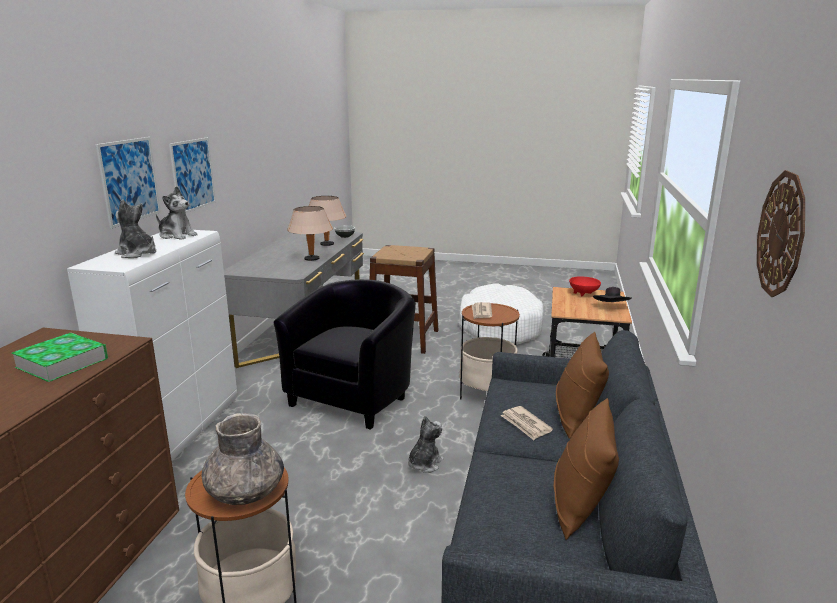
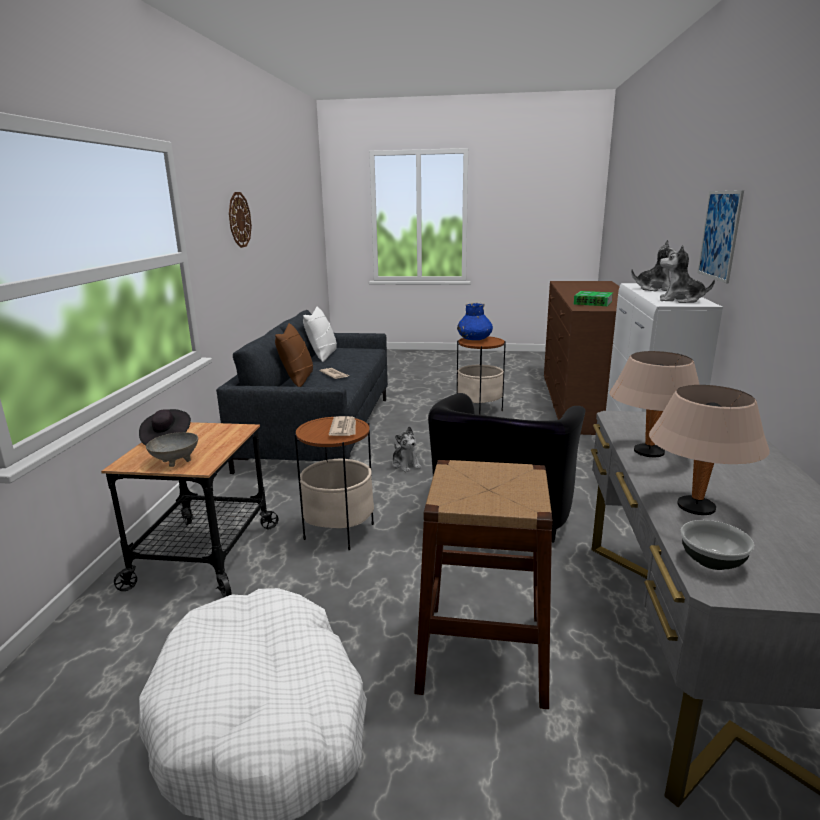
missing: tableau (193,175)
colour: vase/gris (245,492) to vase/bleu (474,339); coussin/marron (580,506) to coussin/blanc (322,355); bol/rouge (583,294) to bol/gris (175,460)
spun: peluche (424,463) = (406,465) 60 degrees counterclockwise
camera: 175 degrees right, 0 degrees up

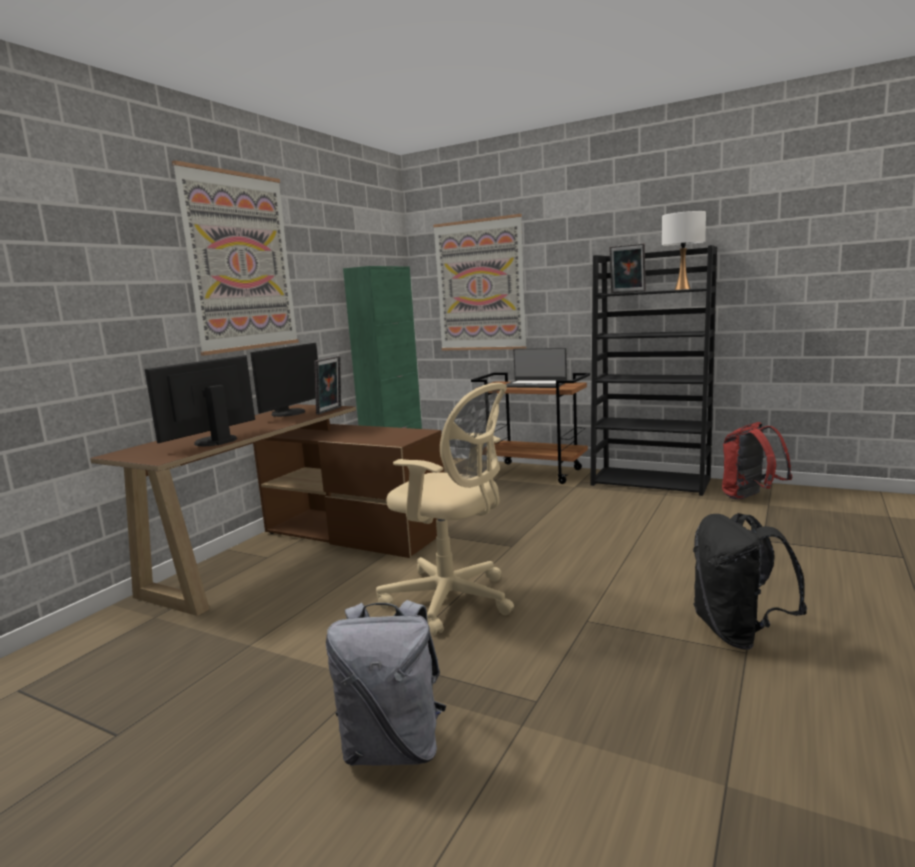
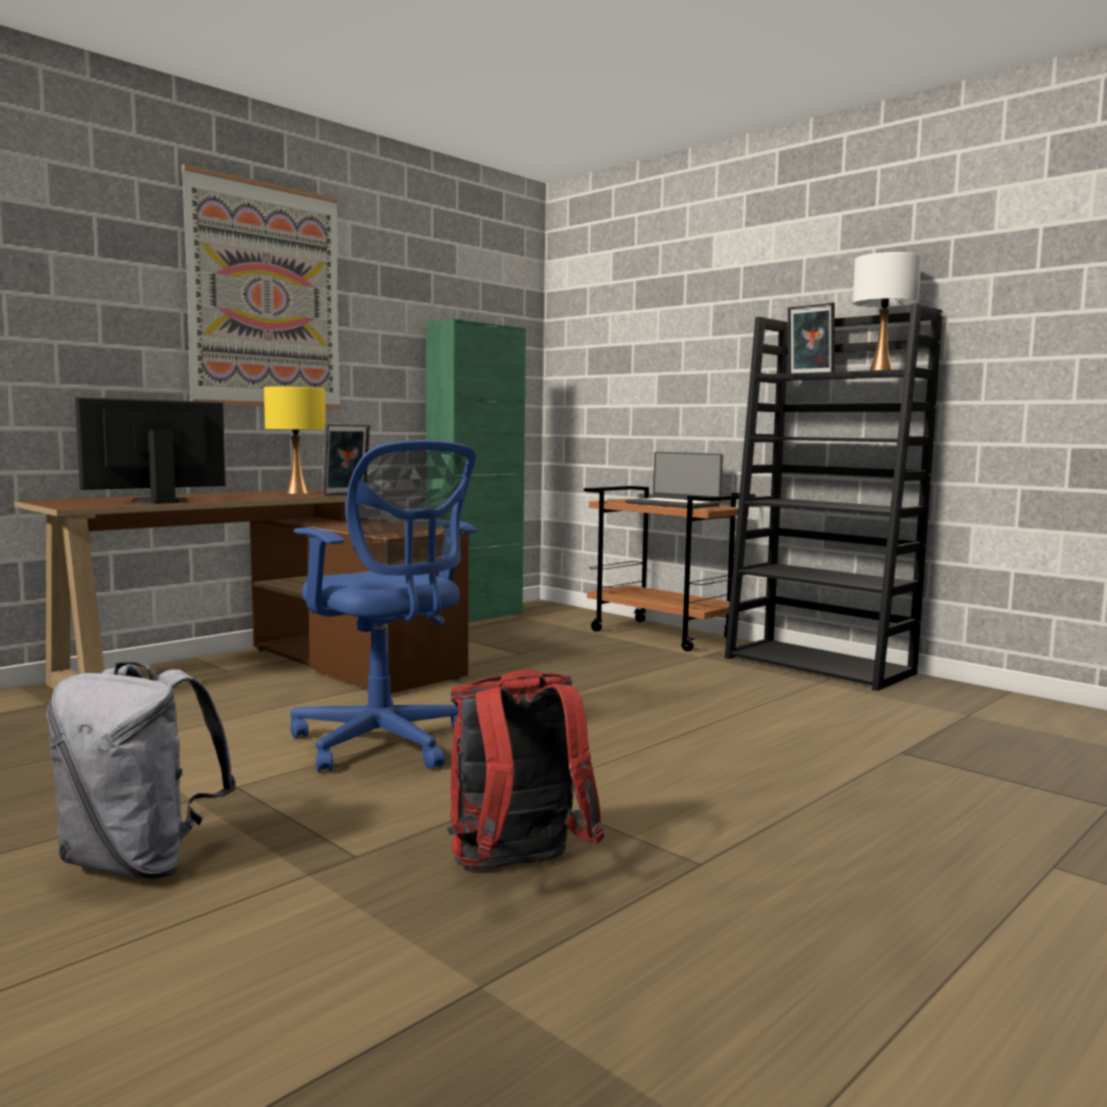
missing: tableau (480,286); sac à dos/noir (738,633)
relocated: sac à dos/rouge (750,497) to (516,869)
exchanged: écran d'ordinateur (290,413) to lampe de table/jaune (297,493)
colour: chaise de bureau/beige (453,601) to chaise de bureau/bleu (385,745)
camera: 15 degrees right, 5 degrees down

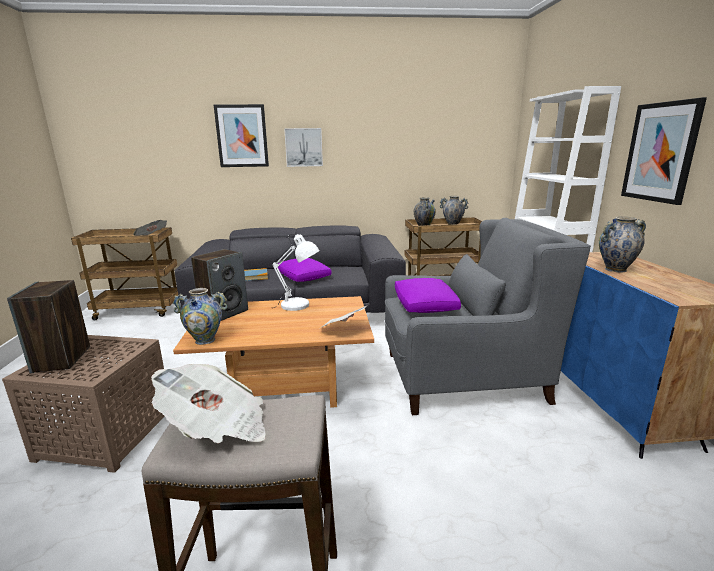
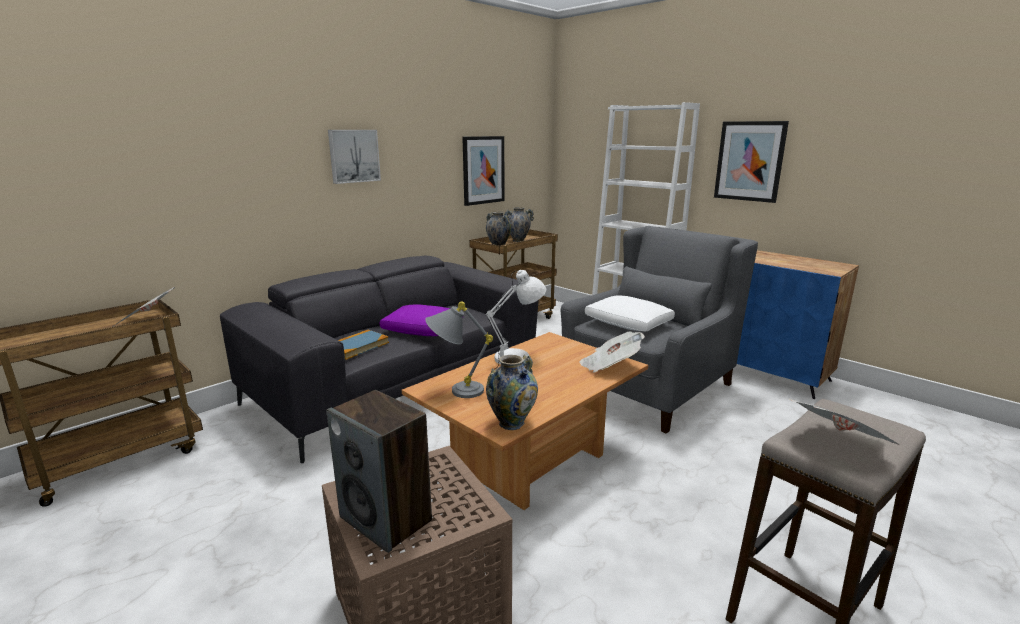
missing: vase (615,269)
relocated: tableau (242,136) to (483,170)
exchanged: enceinte (224,313) to lampe de table/gris (455,391)
colour: coussin/violet (425,305) to coussin/blanc (629,324)
camera: 40 degrees left, 0 degrees up

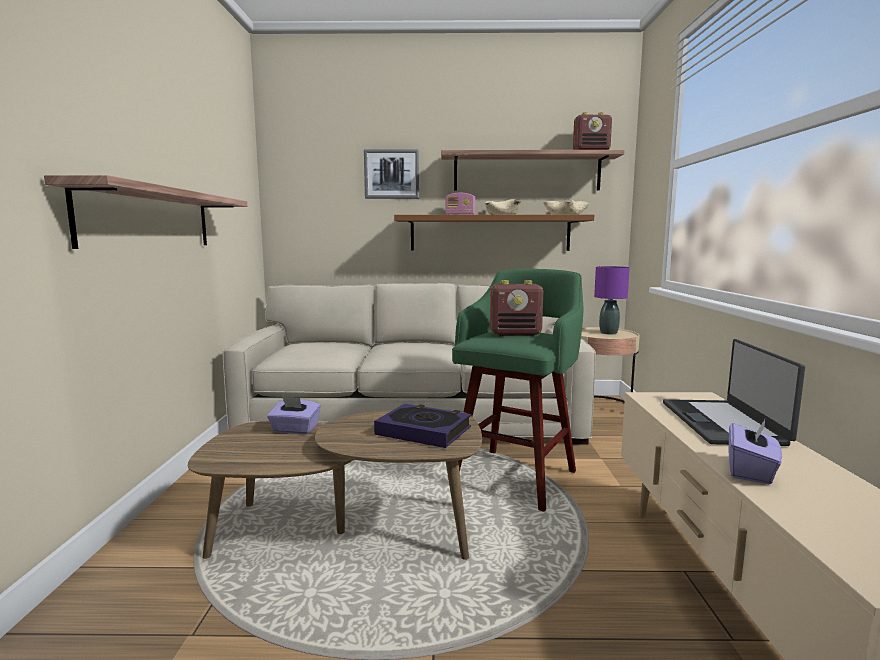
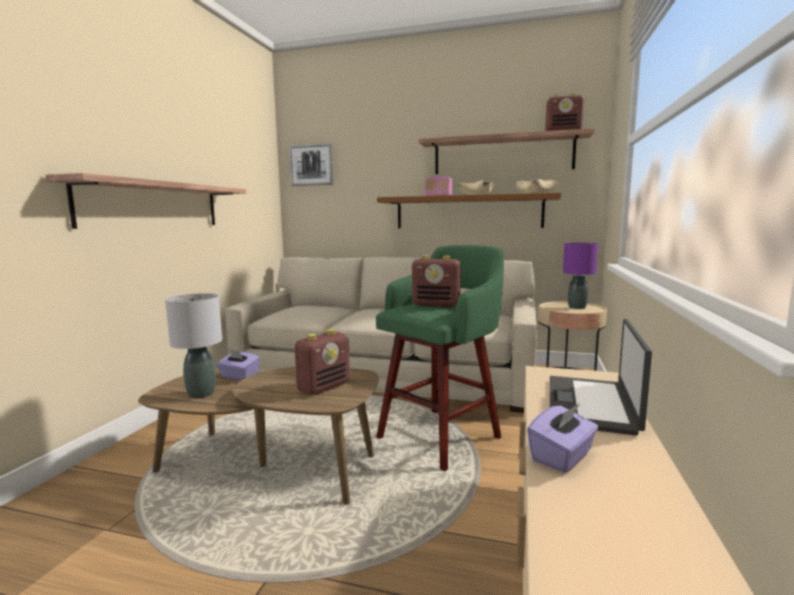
appeared: lampe de table/gris (202,394)
relocated: tableau (391,174) to (312,165)
exchanged: livre (423,431) to radio (324,387)
camera: 15 degrees right, 0 degrees up

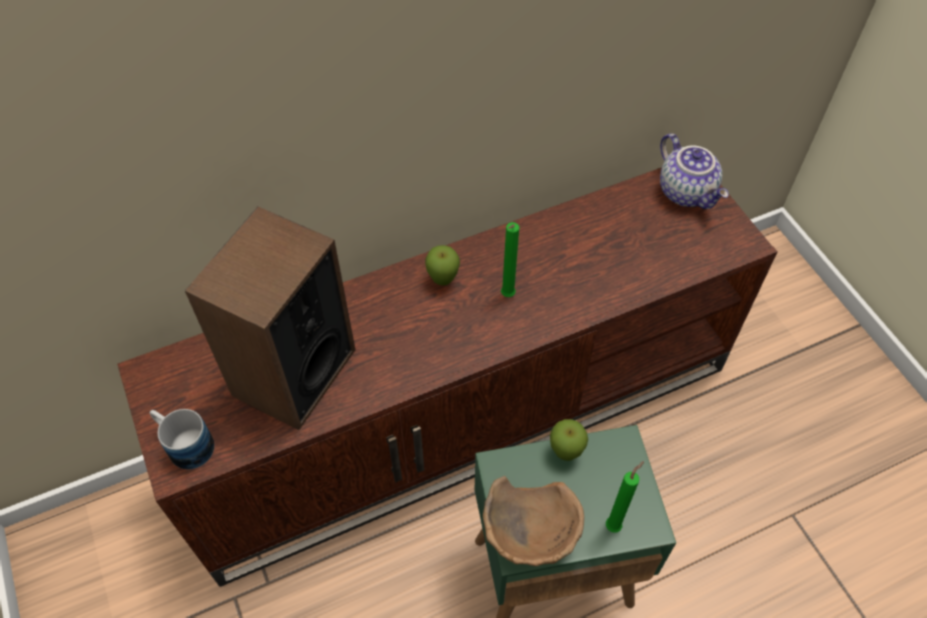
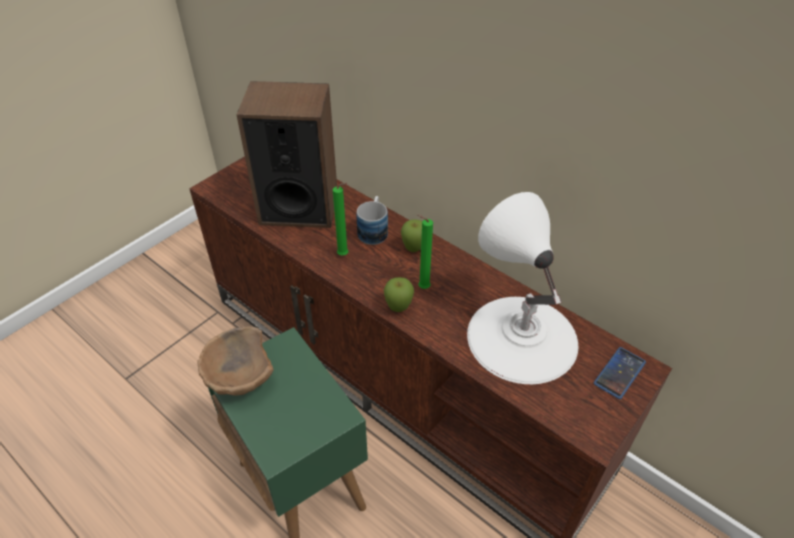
appeared: lampe de table/blanc (521,337)
relocated: mug (184,444) to (374,230); pomme (565,452) to (398,309); bougie/vert (615,525) to (344,255)
exchanged: théière (687,192) to téléphone (619,373)
camera: 65 degrees right, 10 degrees down

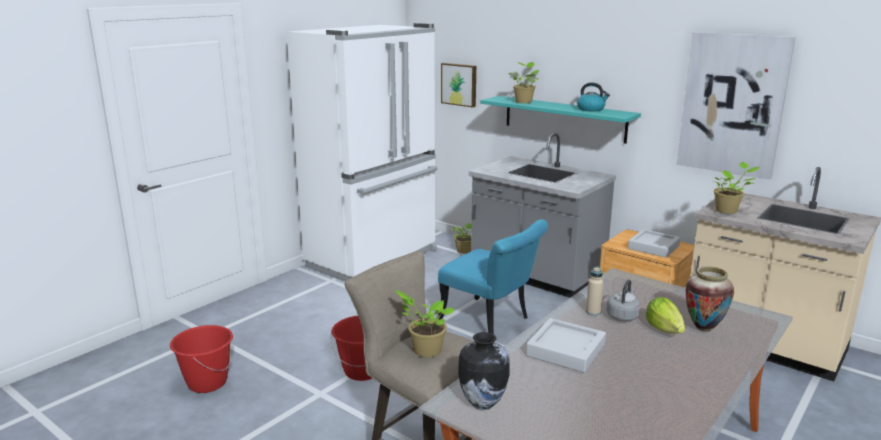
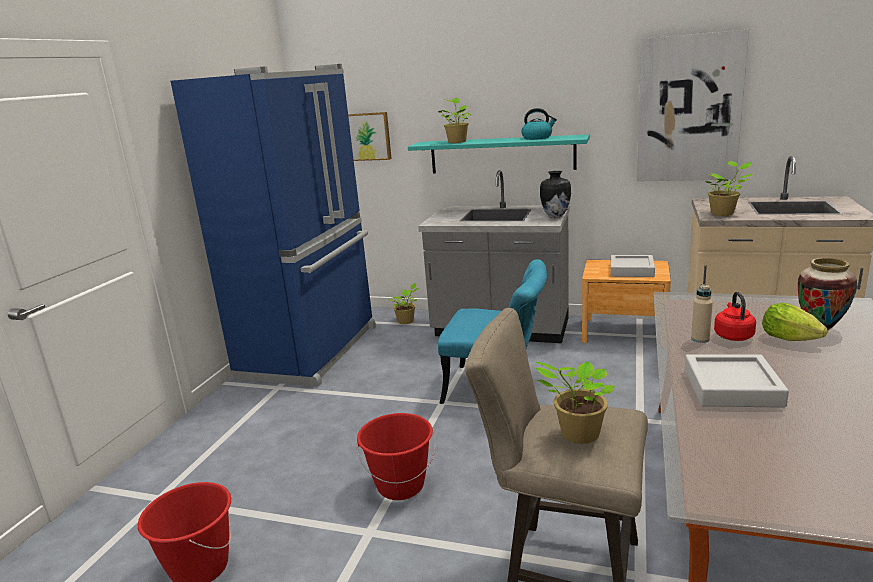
relocated: vase (482,403) to (555,216)
colour: réfrigérateur/blanc (375,259) to réfrigérateur/bleu (313,351); bouilloire/gris (623,316) to bouilloire/rouge (733,335)
camera: 20 degrees left, 0 degrees up

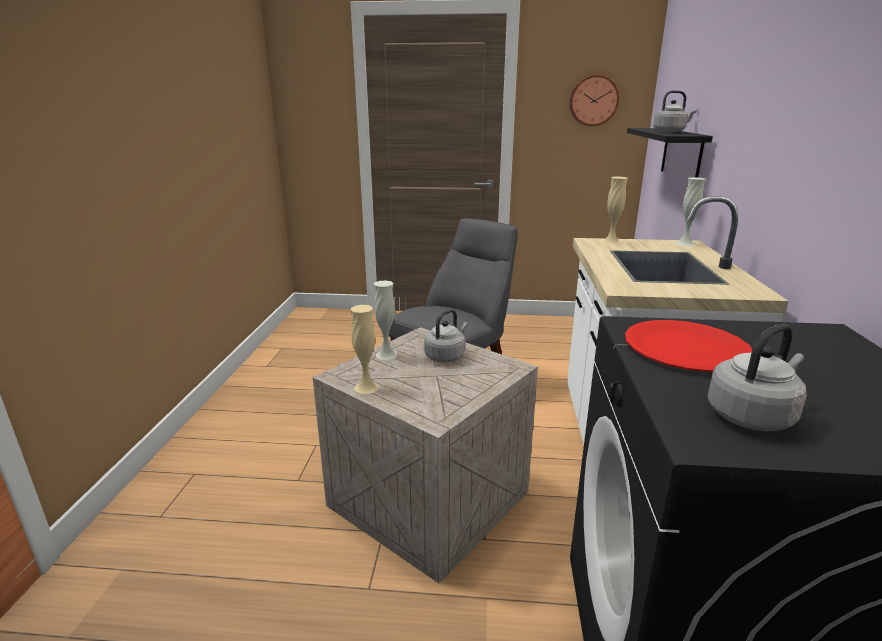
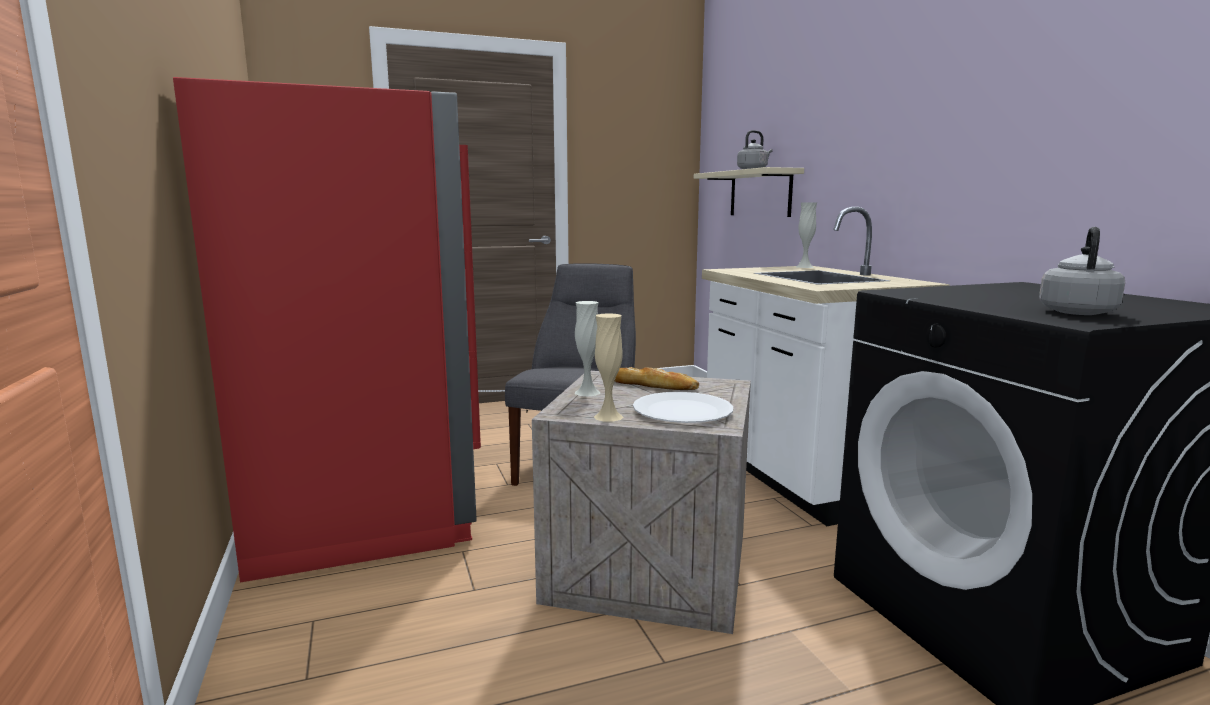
missing: horloge murale (593,100); vase/beige (611,242); assiette/rouge (686,348)
appeared: réfrigérateur/rouge (366,502); assiette/blanc (683,411)
exchanged: bouilloire/gris (446,356) to pain (652,385)
colour: étagère/noir (681,154) to étagère/beige (760,193)
camera: 25 degrees left, 10 degrees down

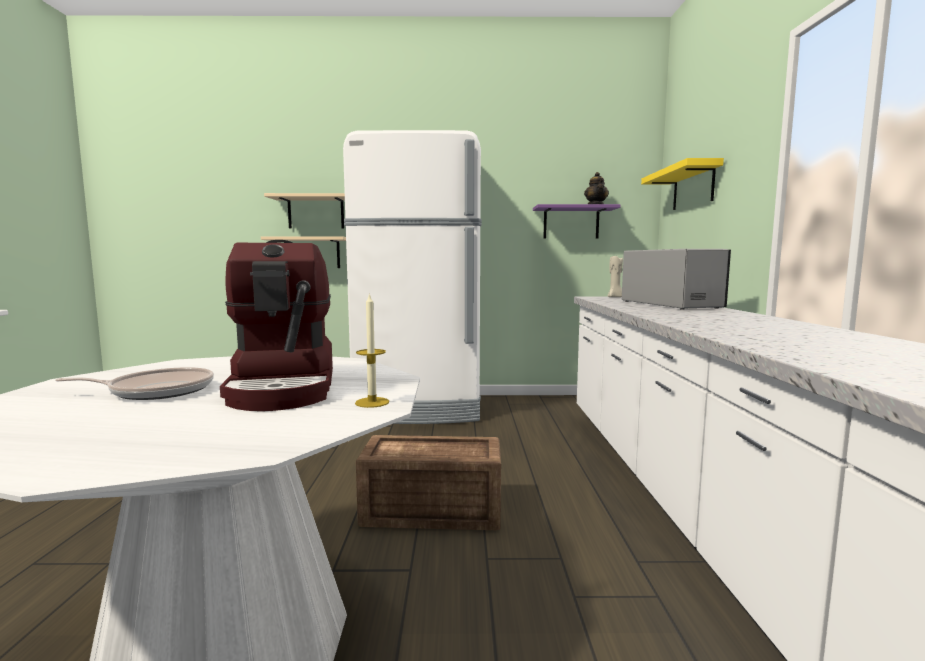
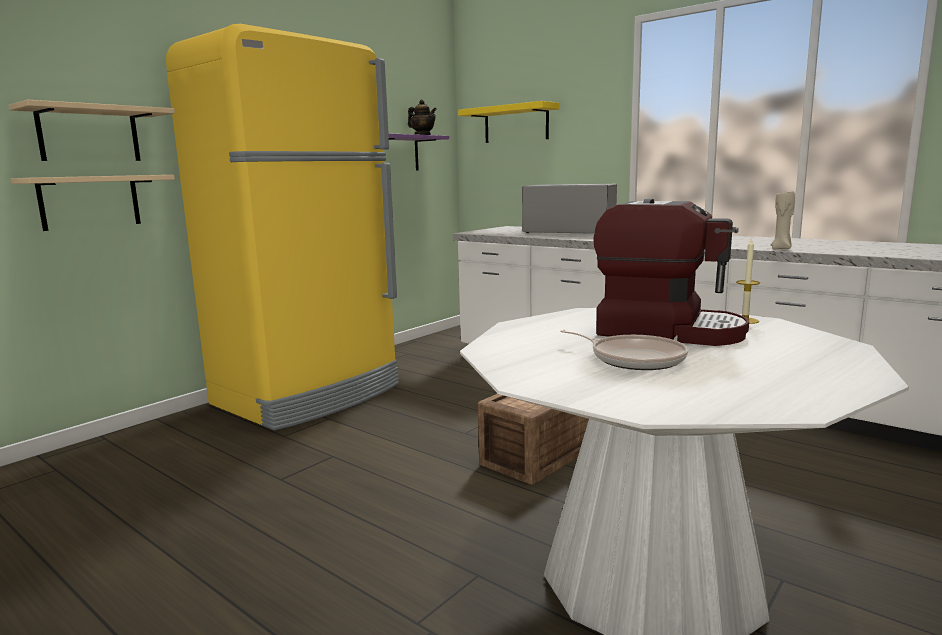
relocated: bougie/beige (615,297) to (781,249)
colour: réfrigérateur/blanc (420,409) to réfrigérateur/jaune (309,395)
spun: poêle (157,391) = (633,358) 105 degrees clockwise
camera: 50 degrees left, 5 degrees up

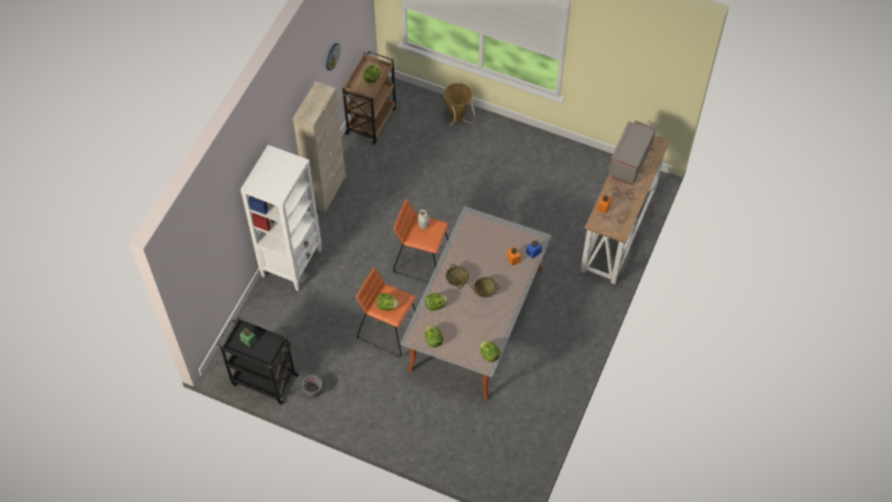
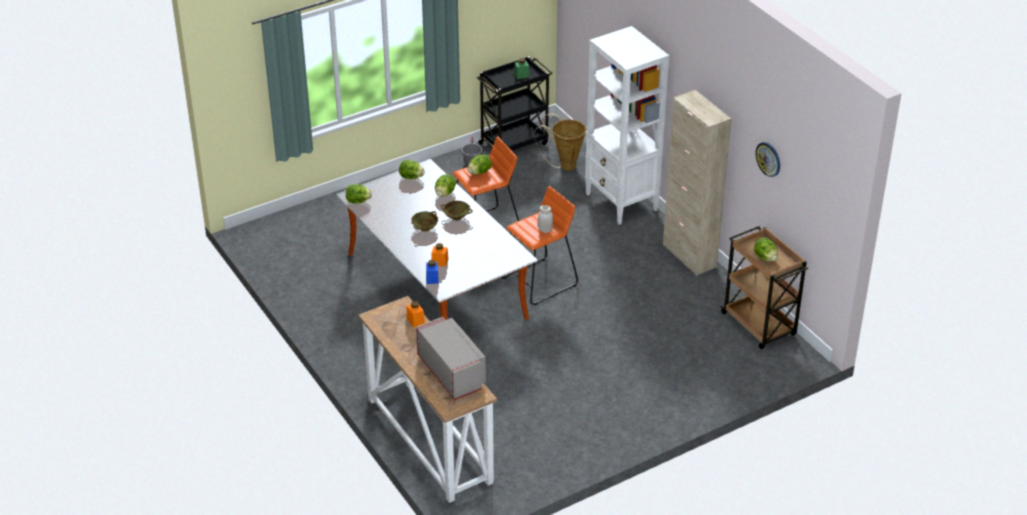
relocated: panier (458,120) to (564,165)
camera: 125 degrees right, 20 degrees down

